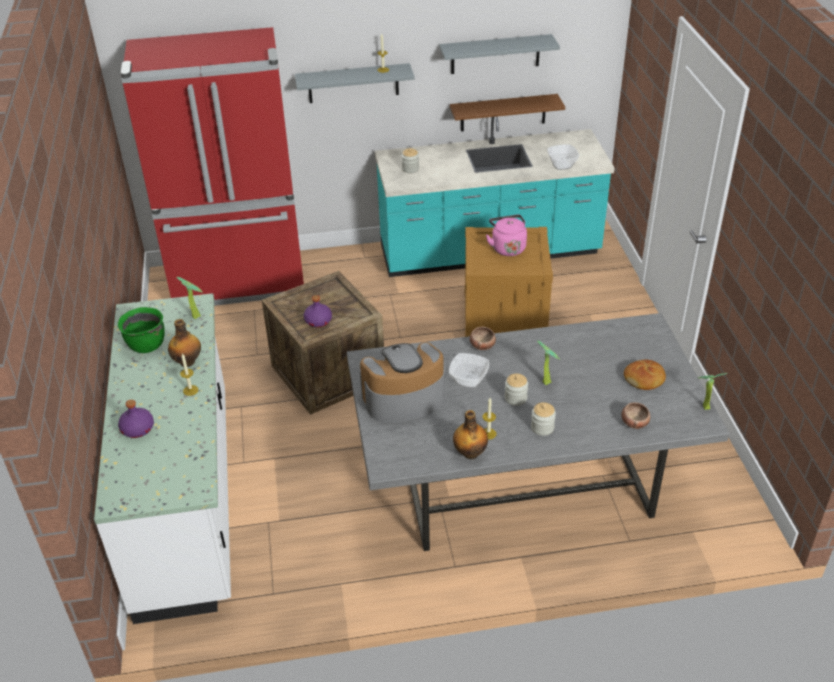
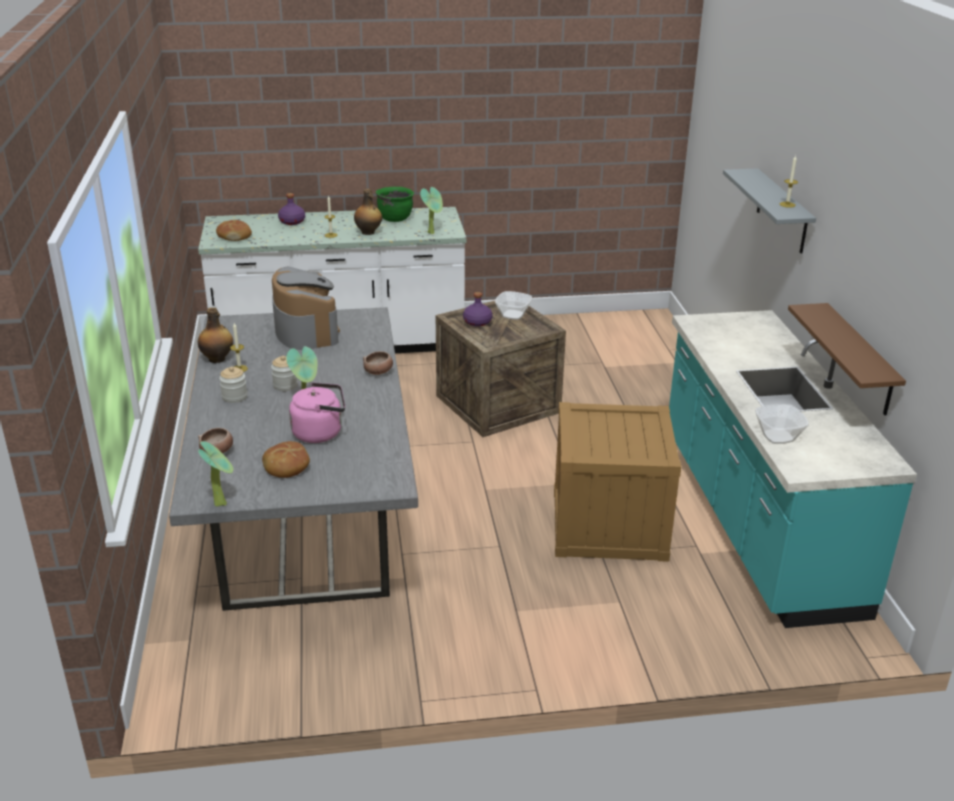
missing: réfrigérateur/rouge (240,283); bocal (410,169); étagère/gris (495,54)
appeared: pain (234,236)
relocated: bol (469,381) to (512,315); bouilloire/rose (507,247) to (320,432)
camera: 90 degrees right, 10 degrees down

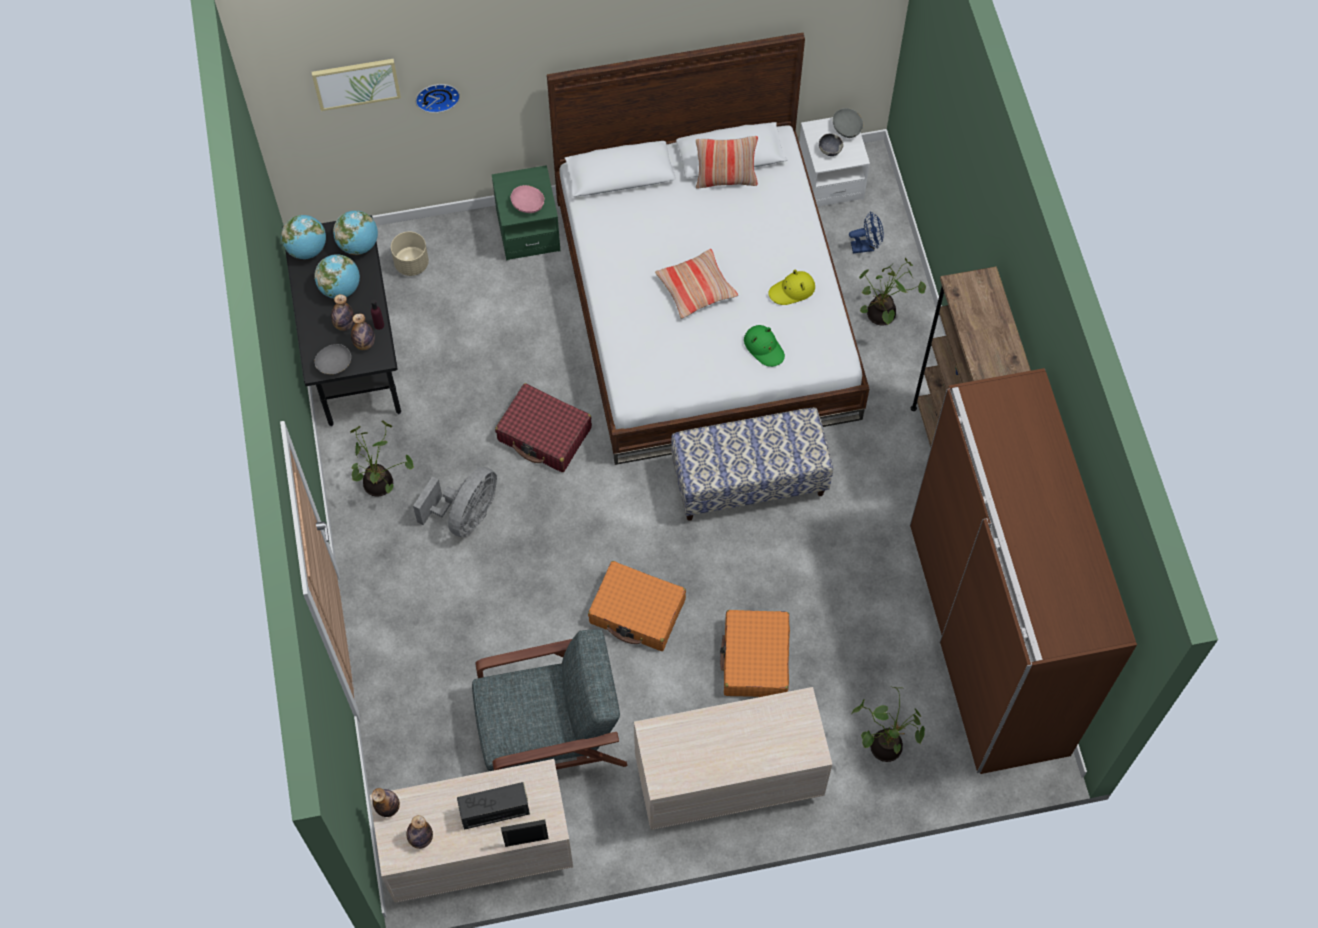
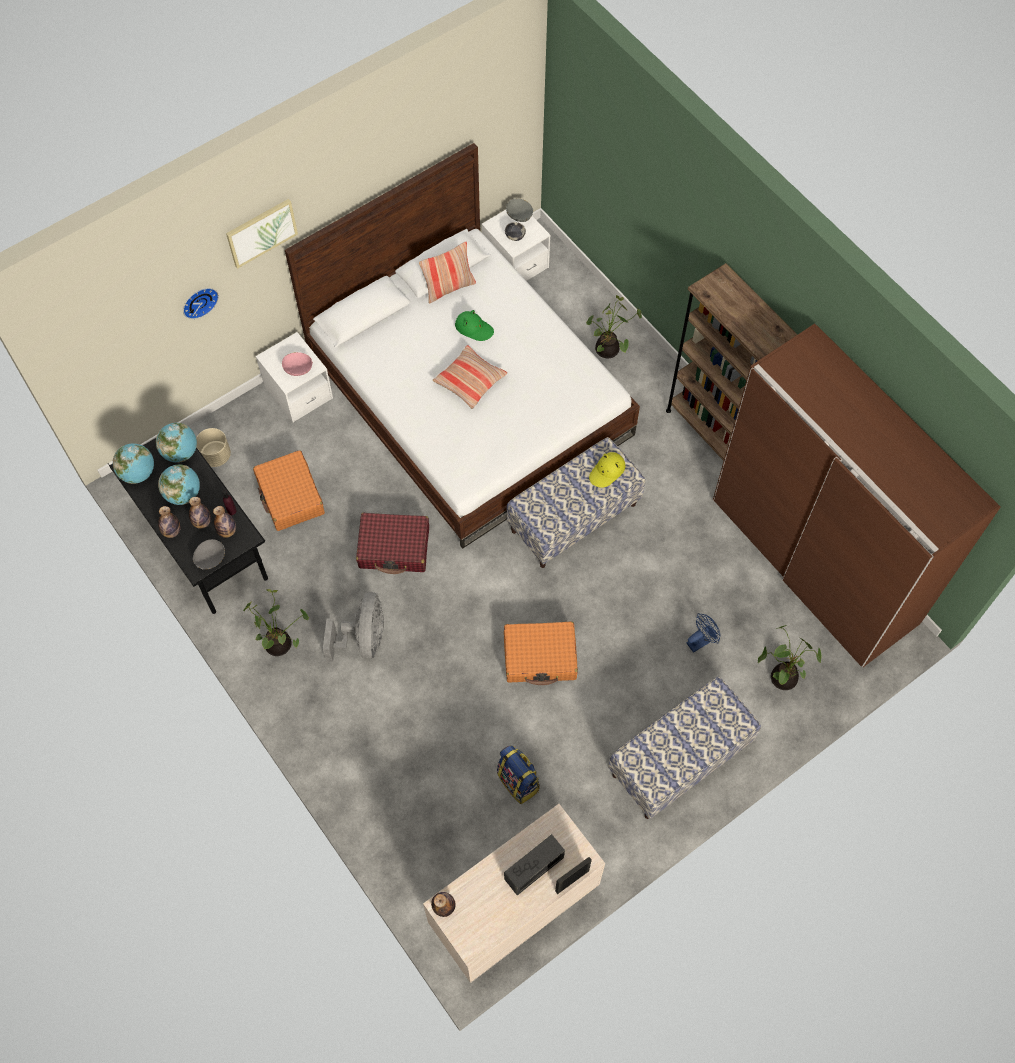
relocated: tableau (356,83) to (261,232); bouteille (421,839) to (172,531); valise/orange (755,659) to (290,496); chapeau/vert (764,347) to (474,328); chapeau/jaune (792,290) to (607,471); ventilateur/bleu (866,246) to (700,641)
exchanged: fauteuil/gris (549,729) to sac à dos (519,781); commode/beige (727,782) to banc (679,760)
colour: table de chevet/vert (528,231) to table de chevet/blanc (298,392)
camera: 25 degrees left, 0 degrees up

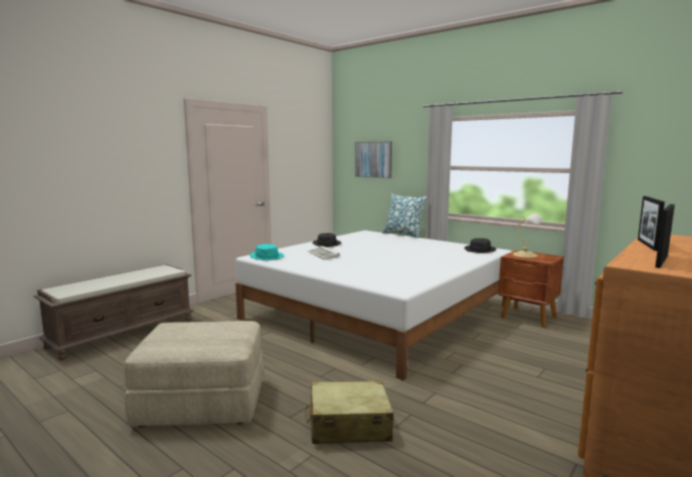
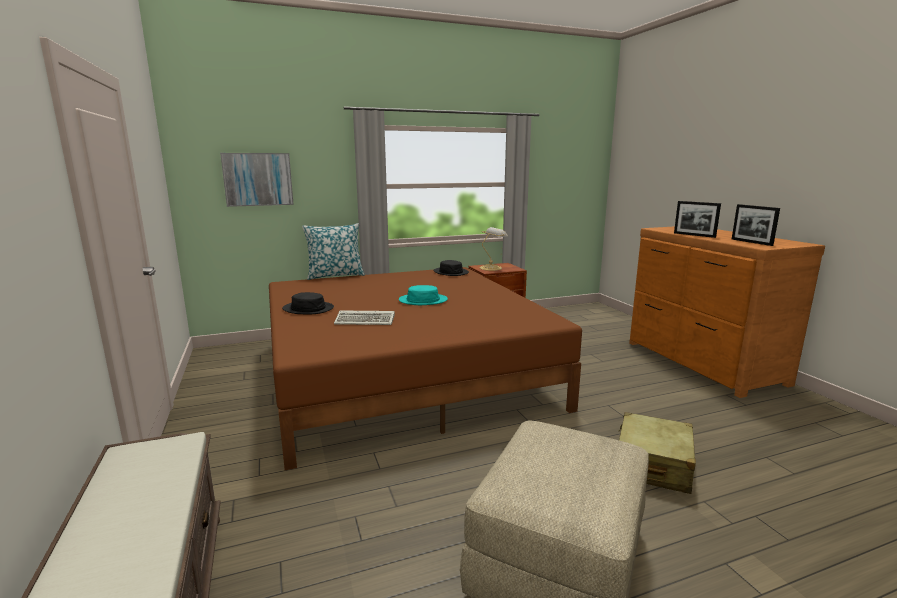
relocated: chapeau/turquoise (267,256) to (423,300)
colour: lit/blanc (378,312) to lit/marron (404,373)
camera: 60 degrees left, 5 degrees up

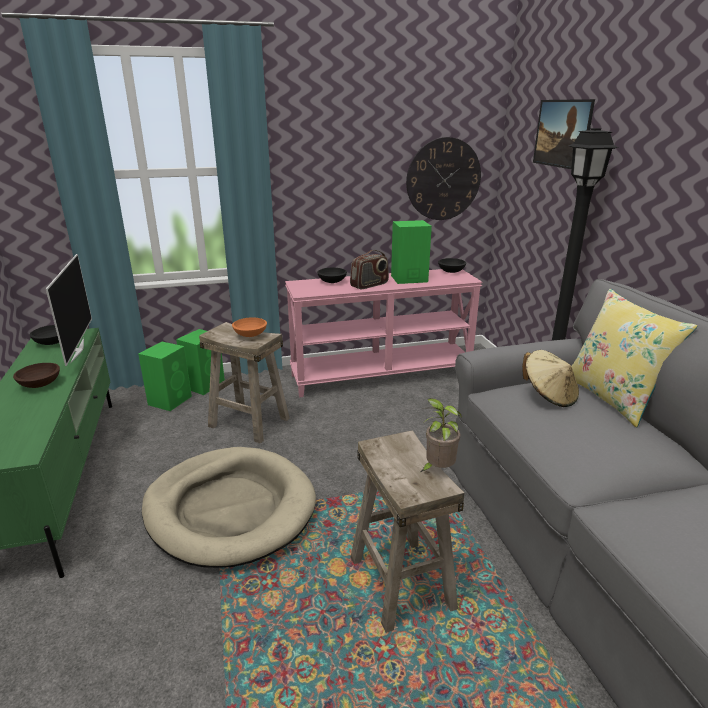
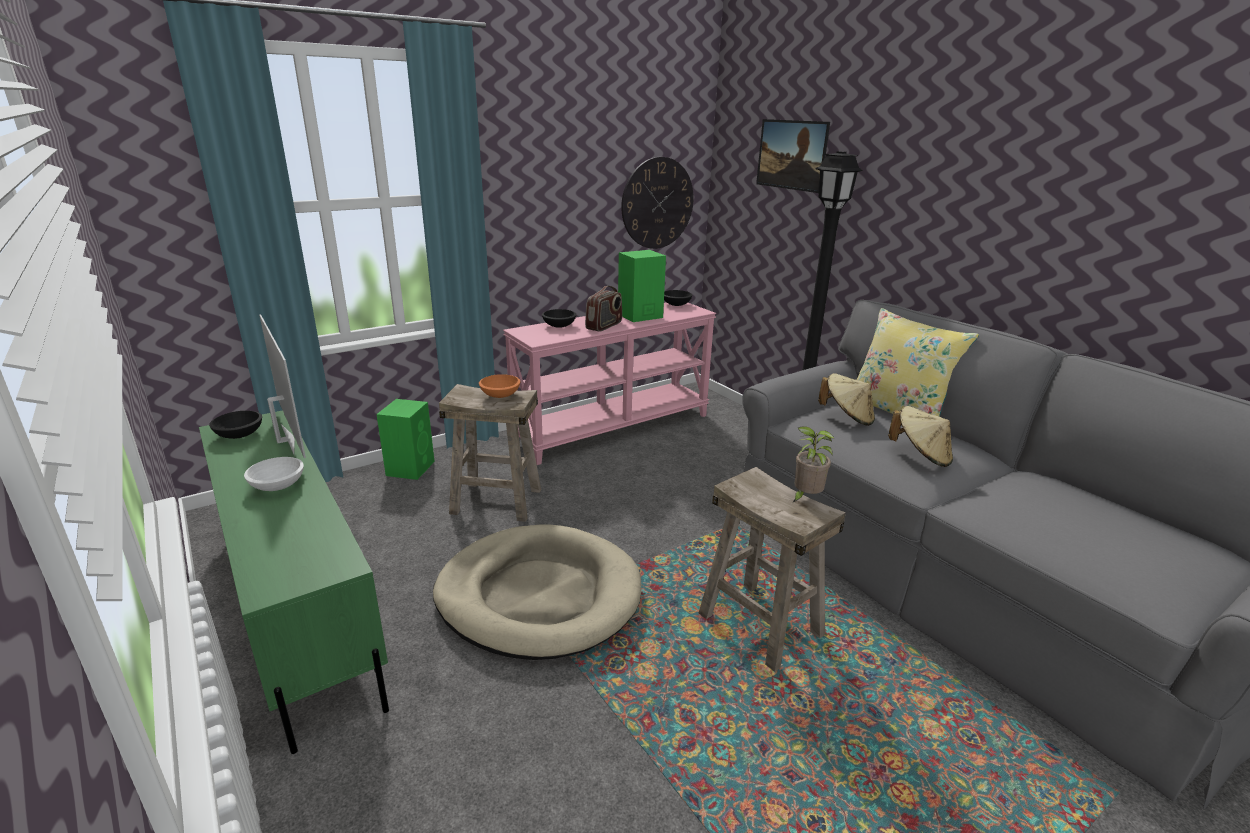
missing: enceinte/vert (170,400)
appeared: chapeau/beige (920,455)
colour: bol/marron (40,384) to bol/blanc (278,486)
camera: 20 degrees left, 0 degrees up

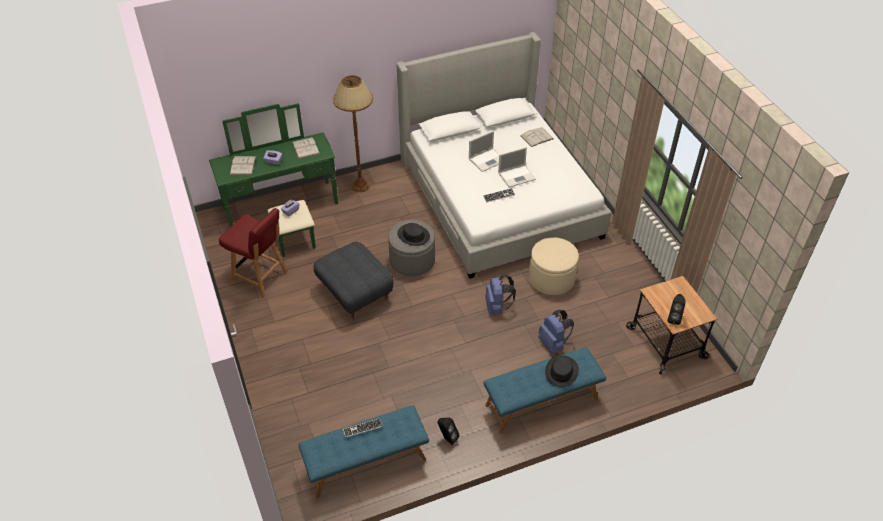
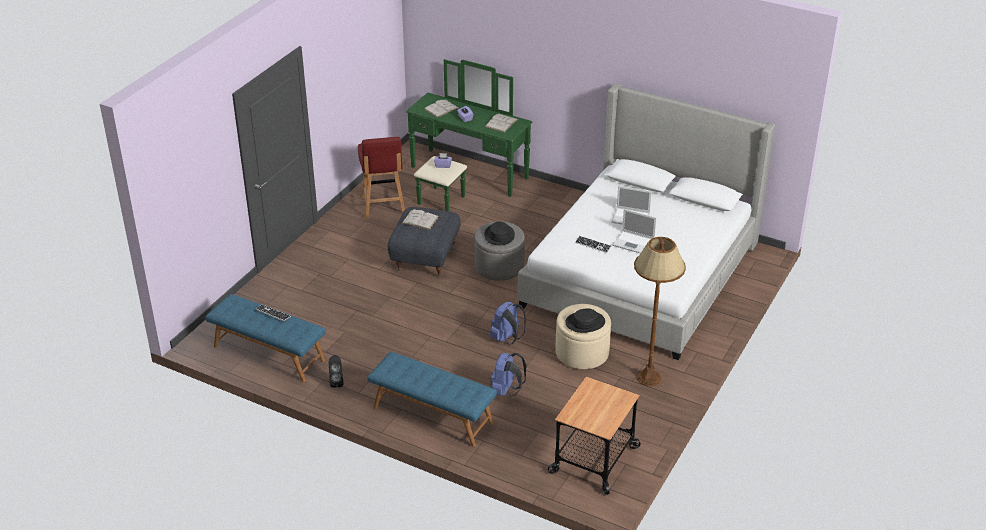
missing: enceinte/noir (673,318)
relocated: lampadaire/marron (360,186) to (649,378); livre/blanc (536,137) to (420,220); chapeau/noir (561,371) to (585,323)
camera: 50 degrees right, 10 degrees down

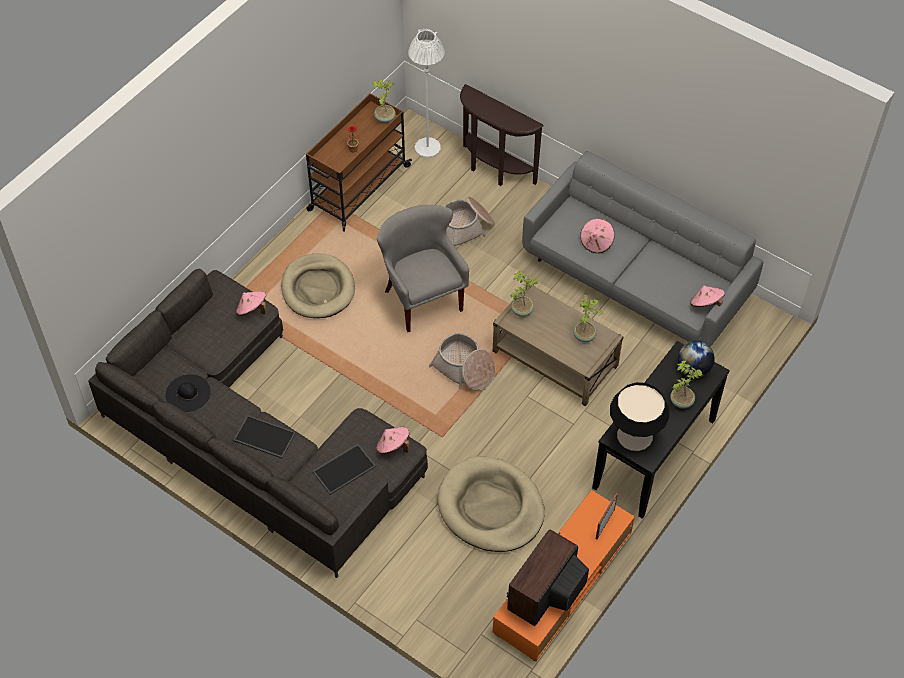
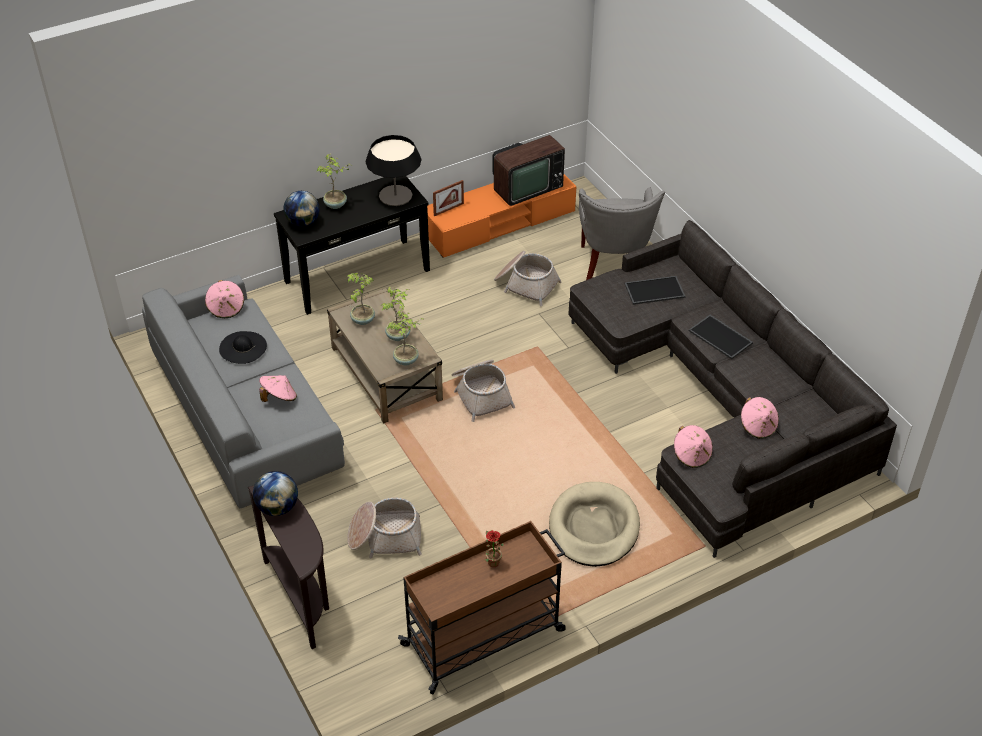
missing: lampadaire/blanc (427,148)
appeared: globe (278,507)
relocated: chapeau/noir (188,393) to (243,347); plante en pot (384,118) to (398,336); chapeau/rose (393,446) to (758,426); fauteuil/gris (422,299) to (613,266)
exchanged: panier pour chien/beige (491,507) to panier (525,284)
camera: 155 degrees left, 10 degrees down

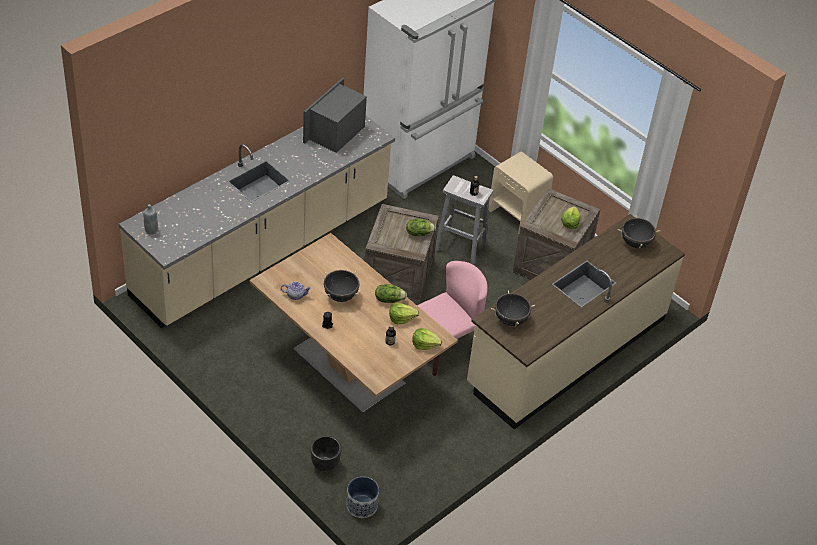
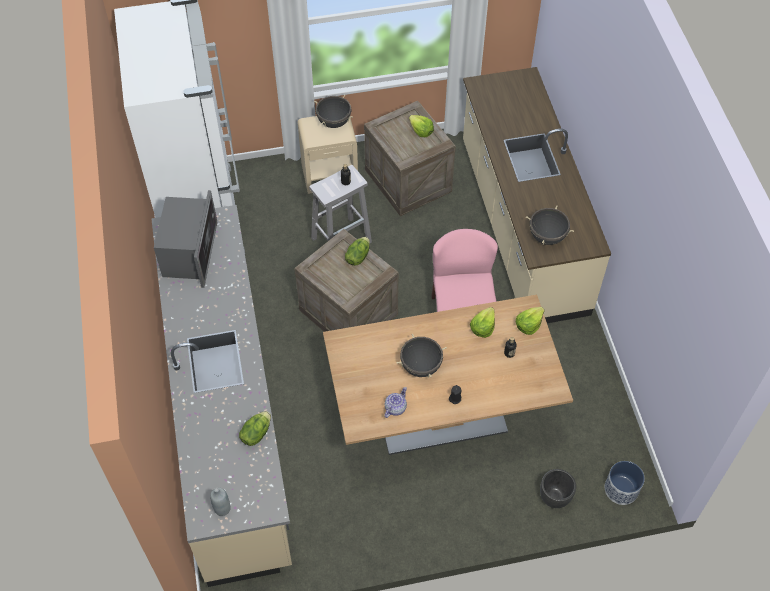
relocated: laitue (389,299) to (256,433); marmite/noir (635,243) to (334,122)
spun: micro-ondes (335,132) = (190,252) 150 degrees counterclockwise
camera: 55 degrees left, 10 degrees up

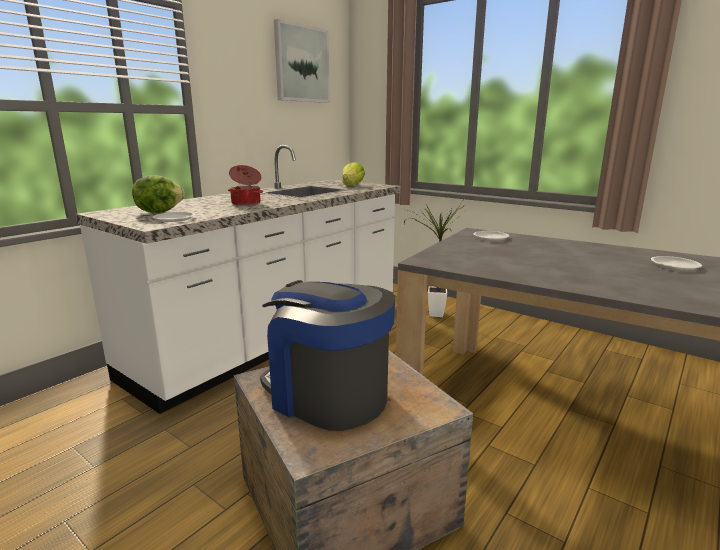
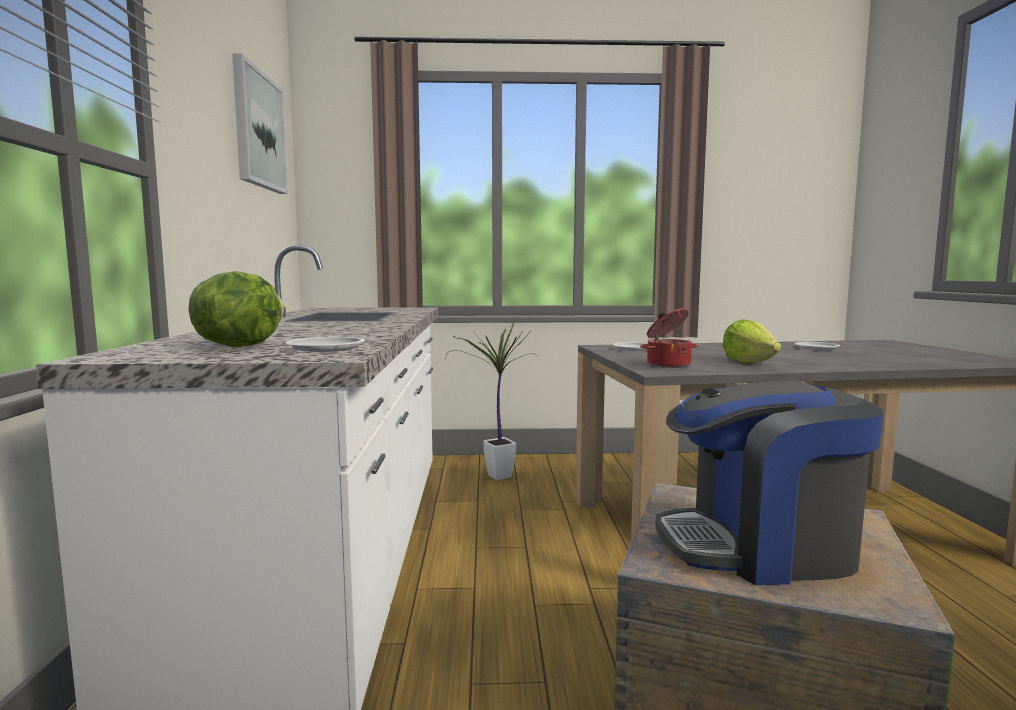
relocated: marmite (246,203) to (668,364); laitue (352,185) to (748,362)
camera: 40 degrees left, 10 degrees down

